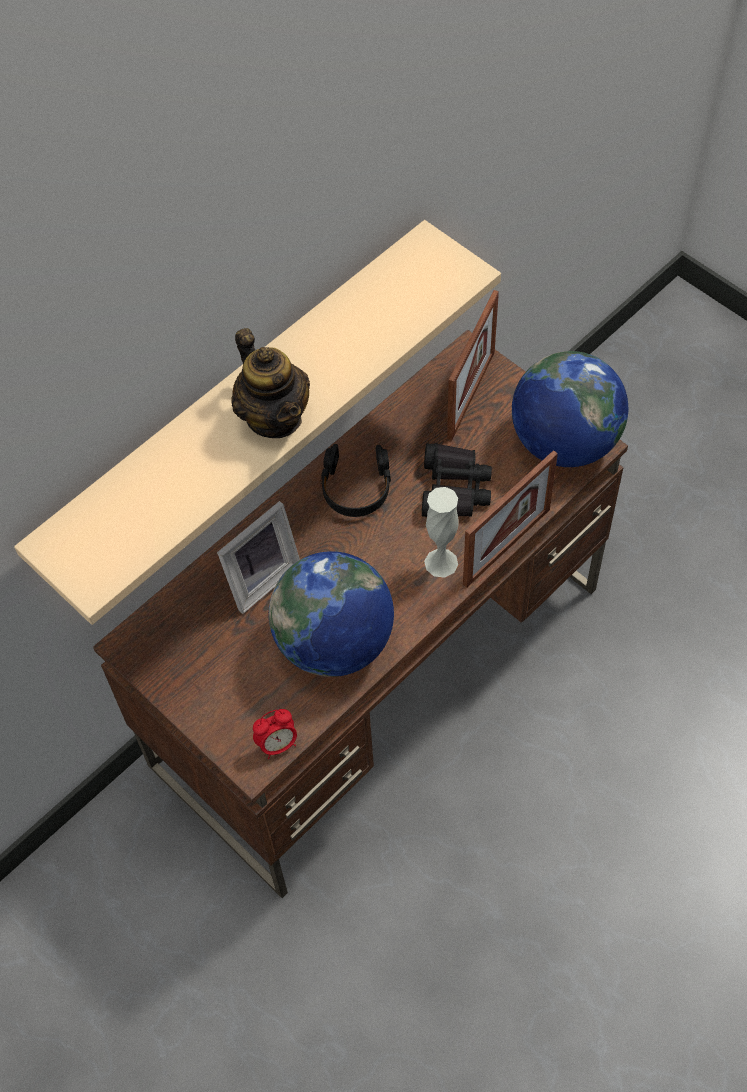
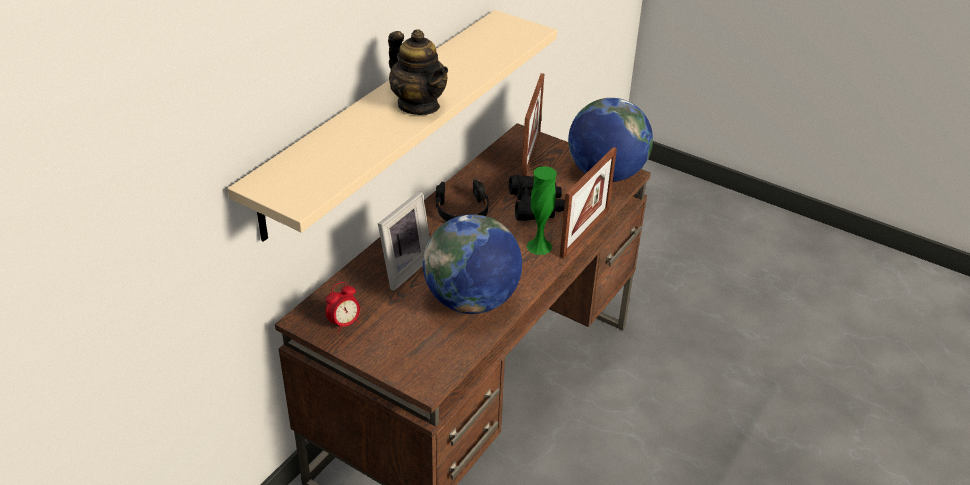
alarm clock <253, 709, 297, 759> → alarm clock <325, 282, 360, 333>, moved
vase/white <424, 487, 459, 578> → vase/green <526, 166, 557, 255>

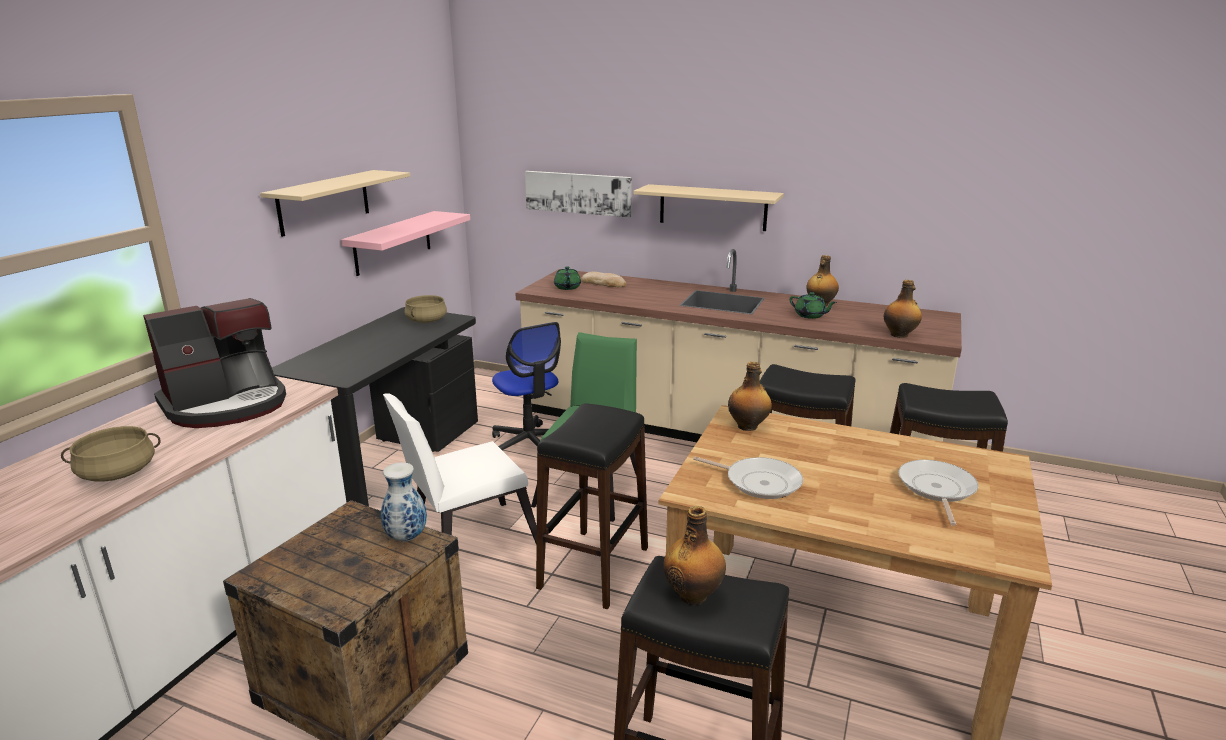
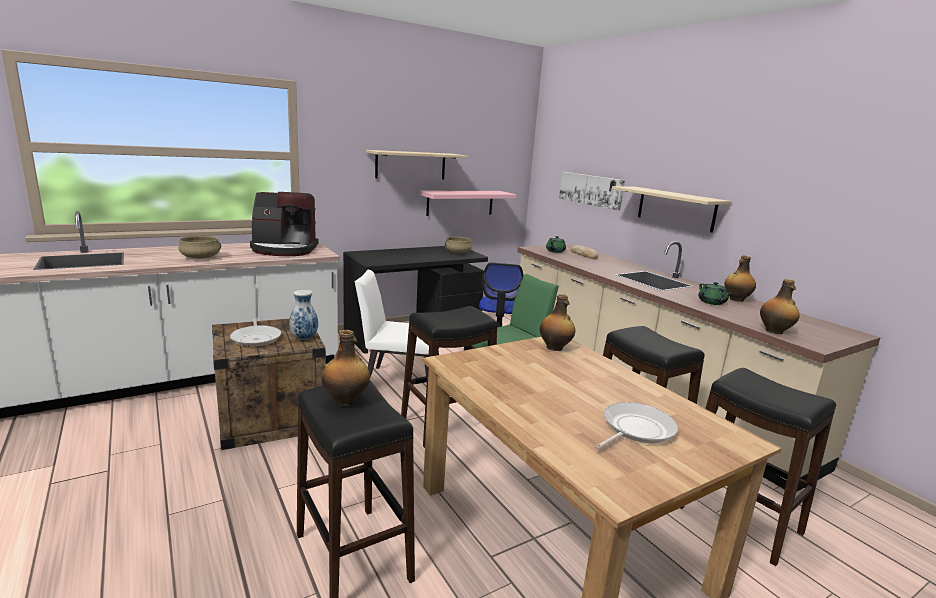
frying pan <693, 457, 803, 499> → frying pan <230, 318, 281, 347>, moved

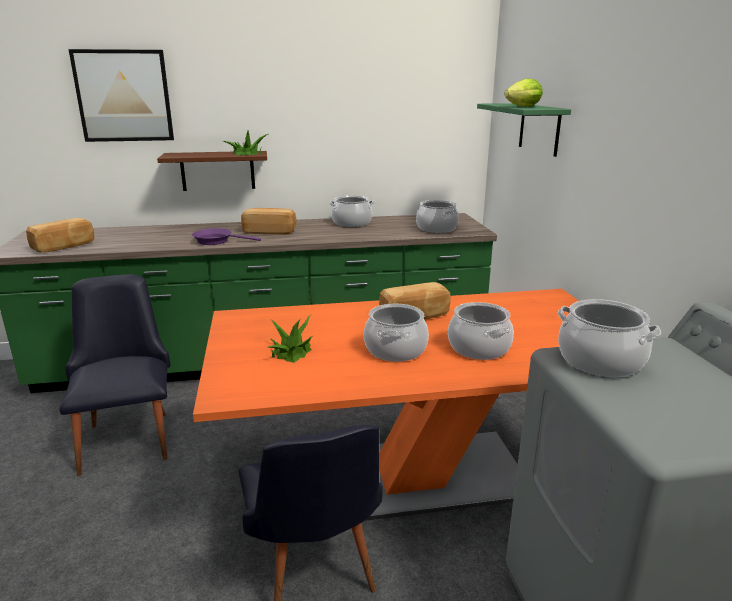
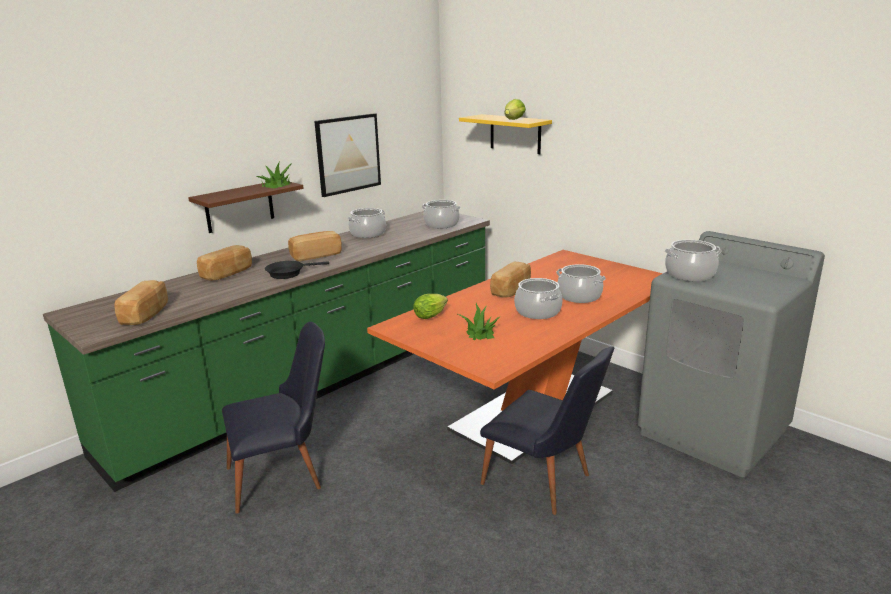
chair/black <59, 274, 171, 476> → chair/black <222, 322, 325, 514>, 120 degrees clockwise
picture <69, 49, 174, 142> → picture <314, 113, 381, 197>, moved
frying pan/purple <192, 228, 261, 245> → frying pan/black <265, 261, 329, 279>
shelf/green <477, 103, 571, 157> → shelf/yellow <459, 114, 552, 154>
- → bread <197, 245, 252, 281>
- → lettuce <413, 294, 448, 319>

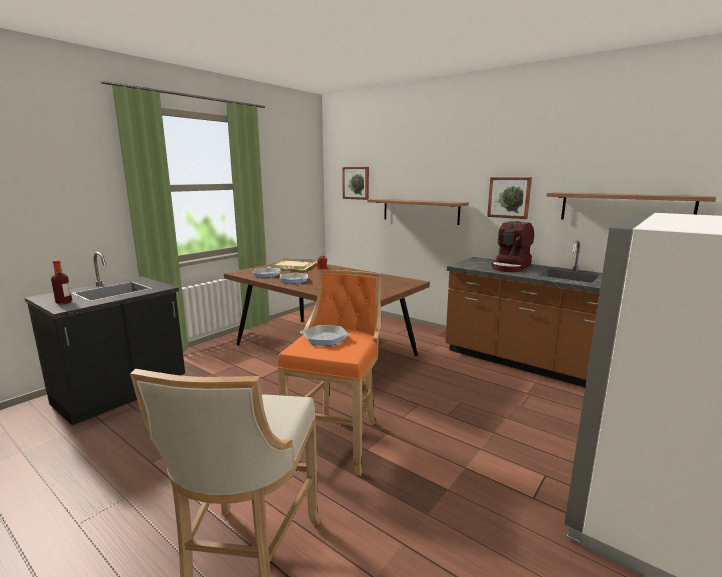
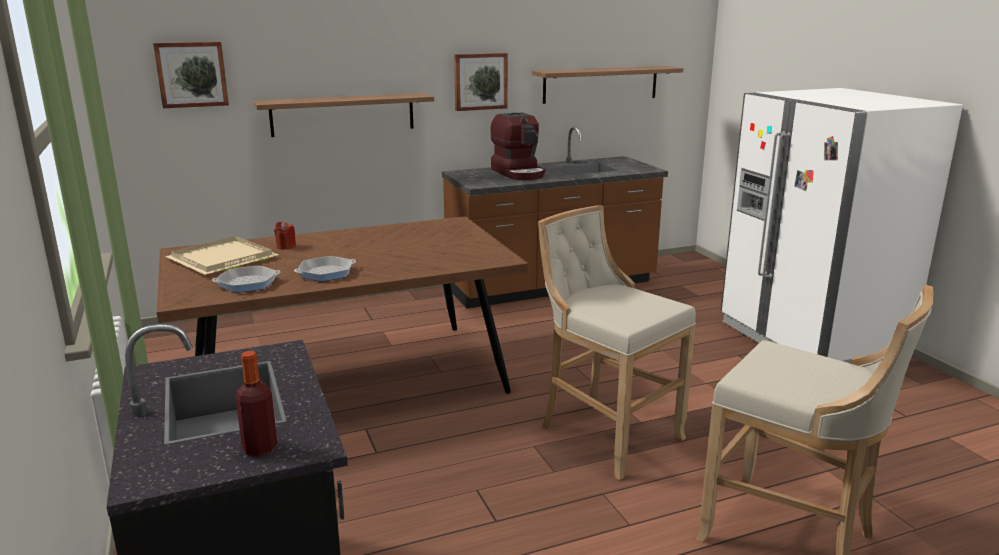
stool/orange <277, 270, 381, 476> → stool/beige <538, 205, 696, 480>
frying pan <301, 325, 350, 346> → -

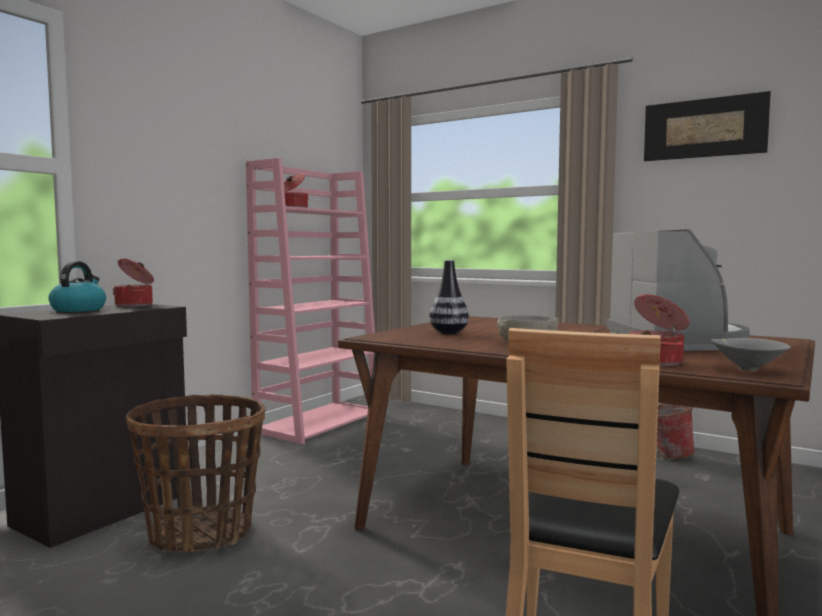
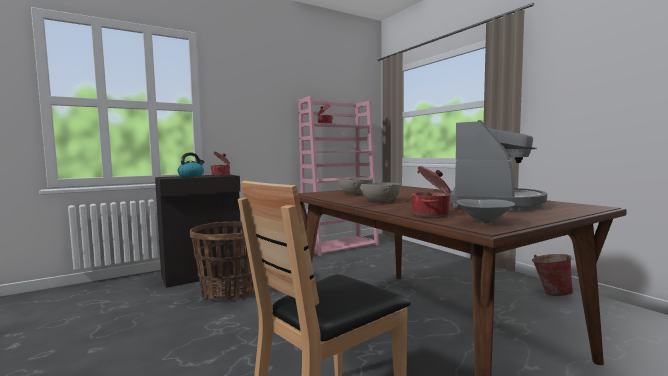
vase <429, 260, 469, 335> → bowl/grey <339, 178, 373, 194>
picture <644, 91, 771, 161> → -

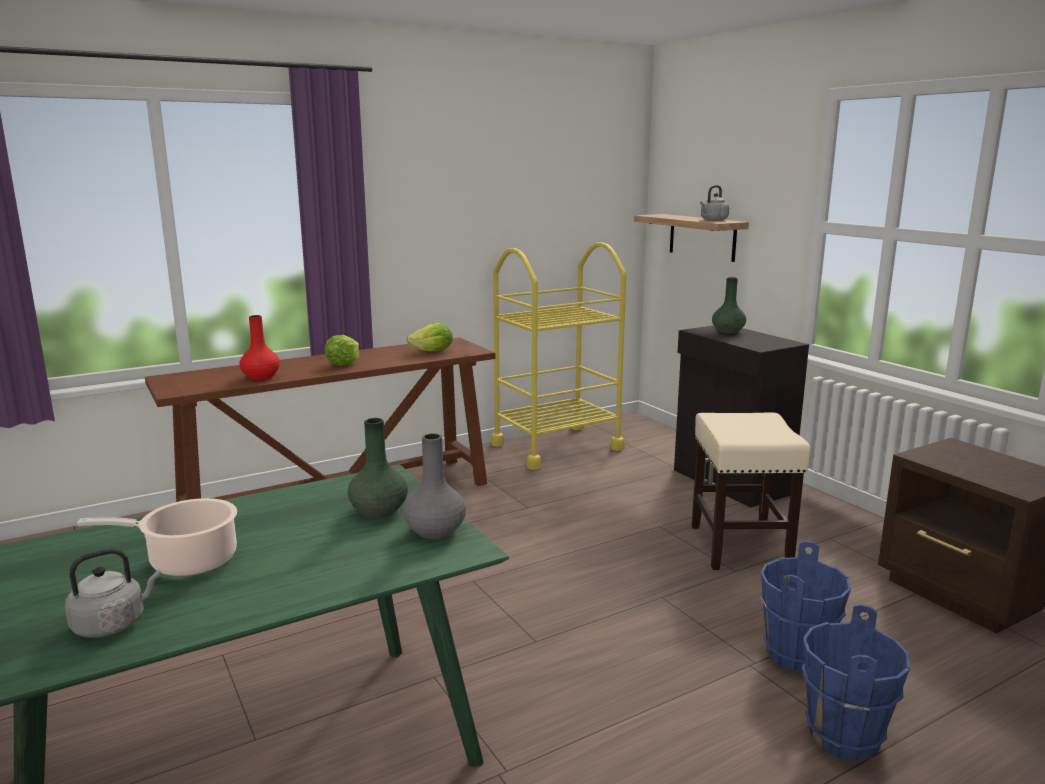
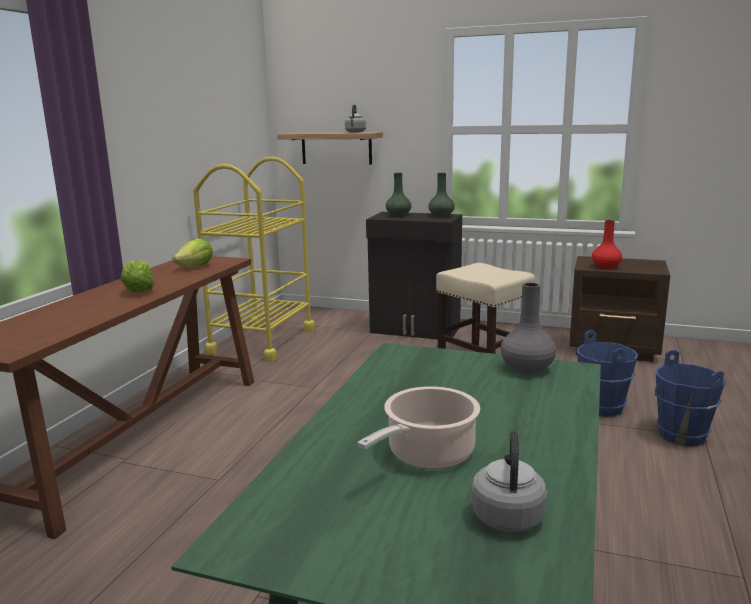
vase/red <240, 315, 280, 380> → vase/red <592, 220, 622, 269>, moved
vase/green <348, 418, 408, 518> → vase/green <428, 173, 455, 217>, moved

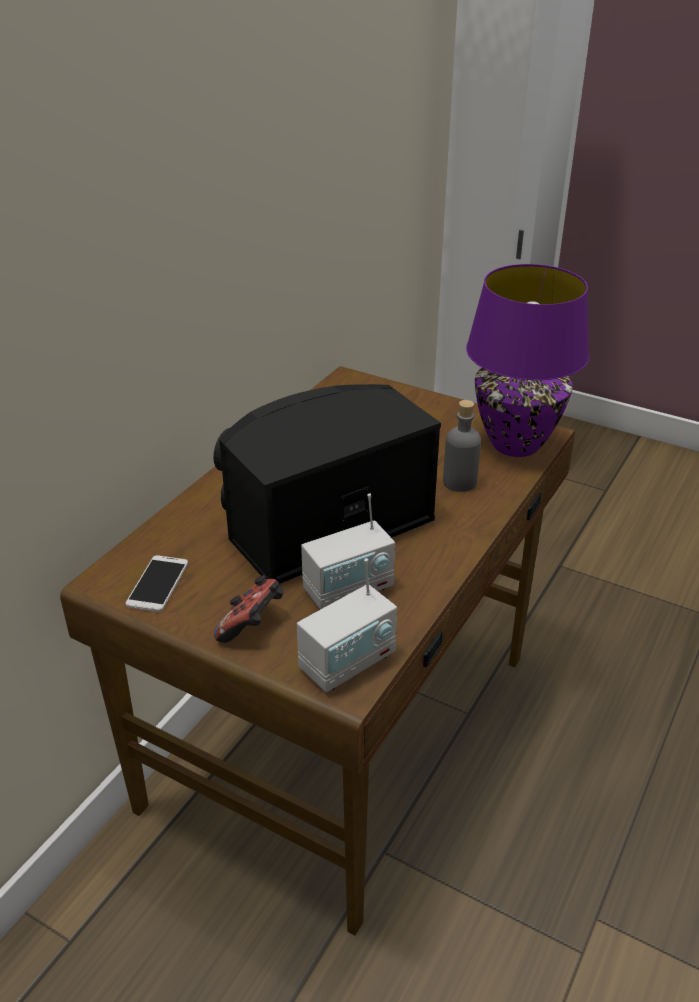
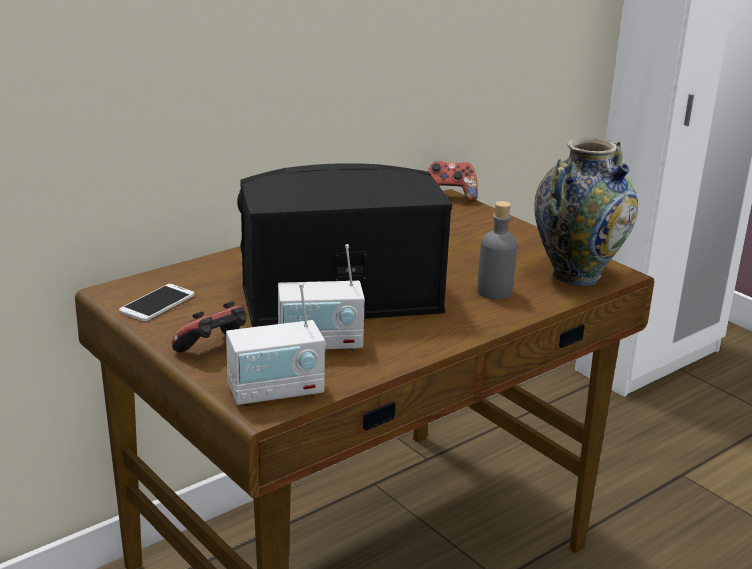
table lamp/purple <466, 264, 590, 457> → vase <534, 138, 638, 286>
- → game controller <427, 161, 478, 202>

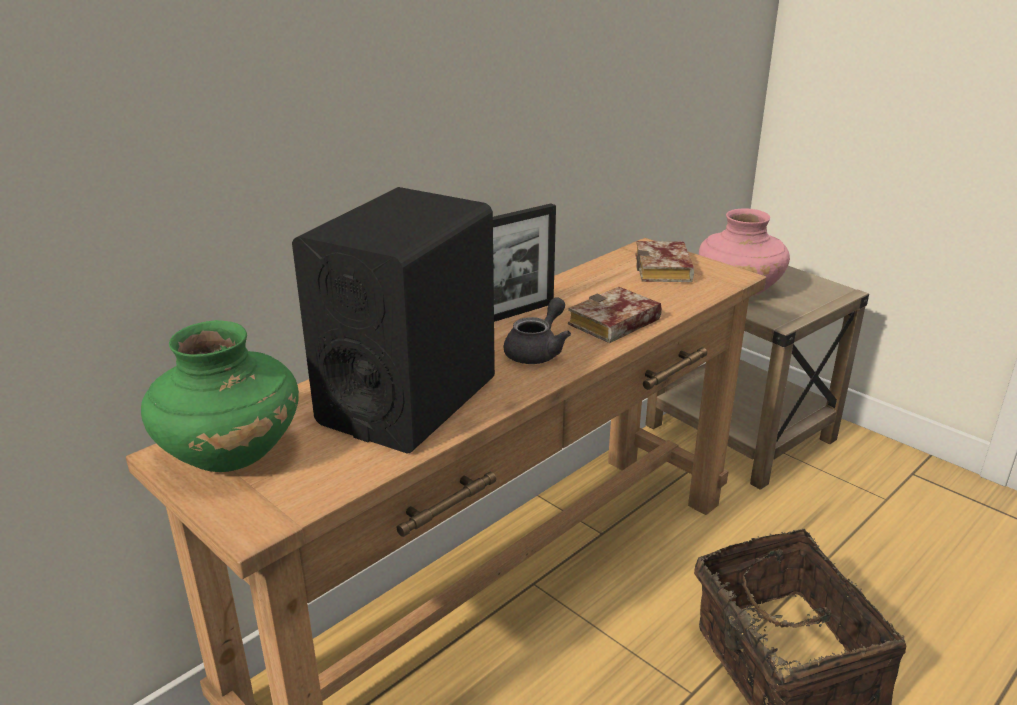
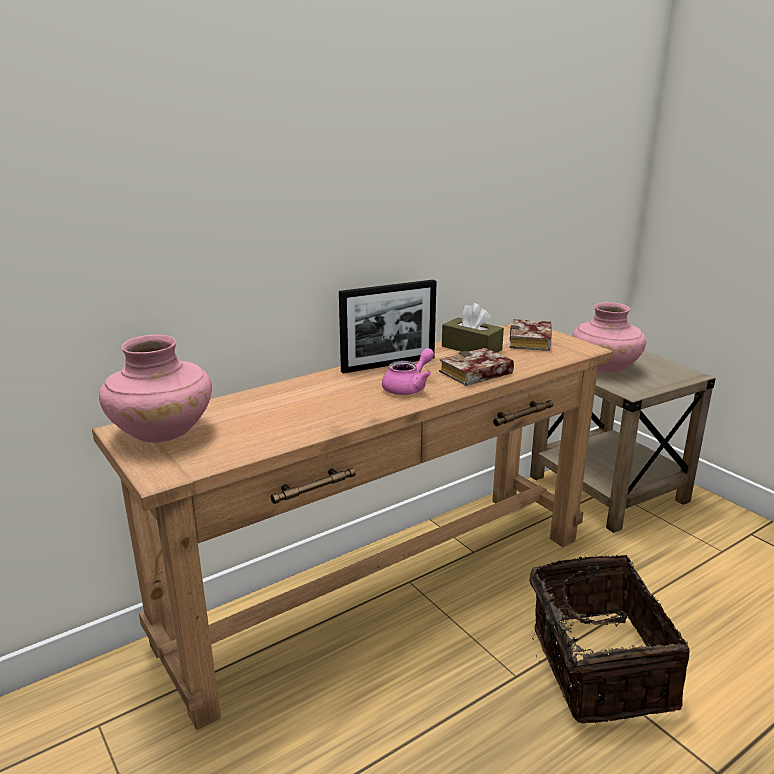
vase/green <141, 320, 299, 472> → vase/pink <99, 334, 212, 443>
speaker/black <292, 187, 495, 454> → -
teapot/grey <503, 297, 571, 364> → teapot/pink <382, 348, 434, 395>
- → tissue box/brown <442, 303, 504, 353>

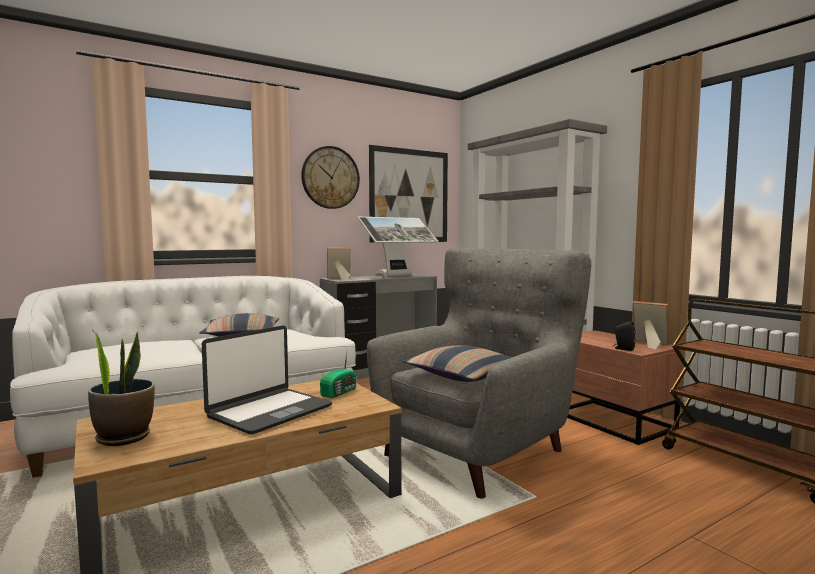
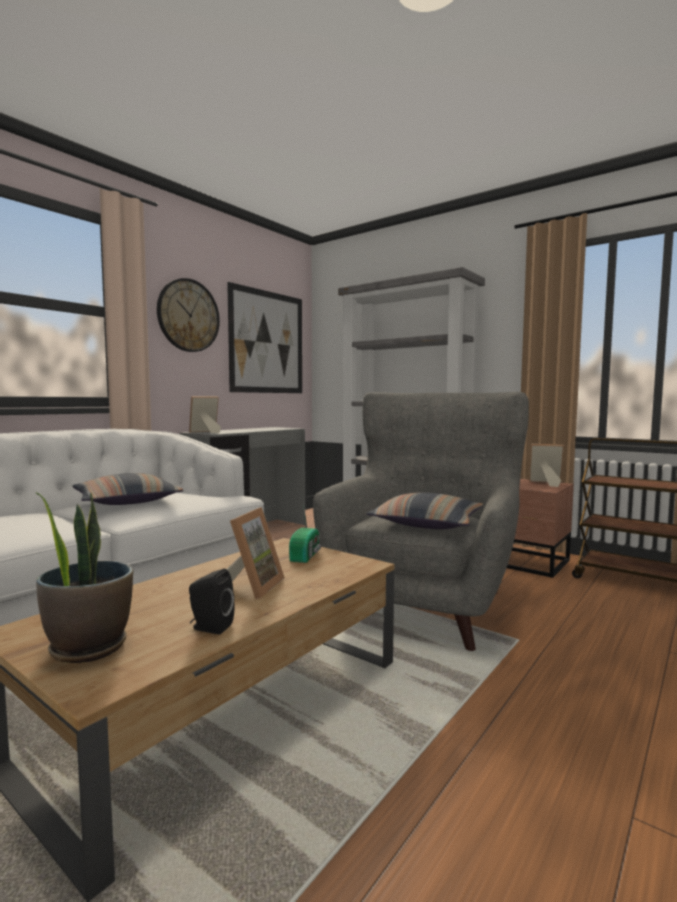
laptop <202, 326, 332, 434> → picture frame <227, 507, 285, 599>
monitor <358, 217, 438, 277> → -
speaker/black <613, 321, 636, 351> → speaker/black <189, 569, 235, 635>, moved

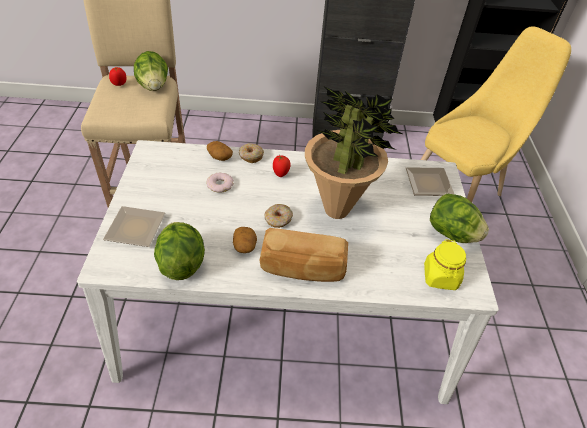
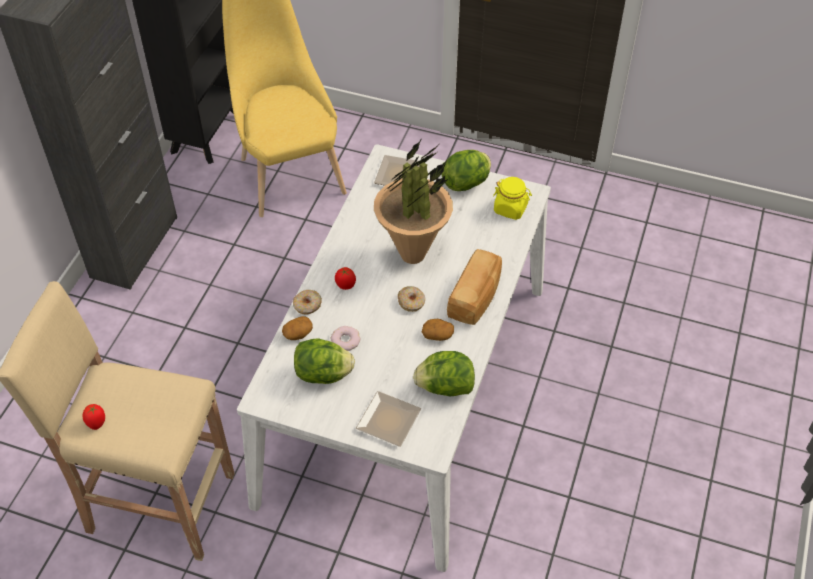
lettuce <134, 51, 168, 91> → lettuce <294, 338, 355, 384>, moved

